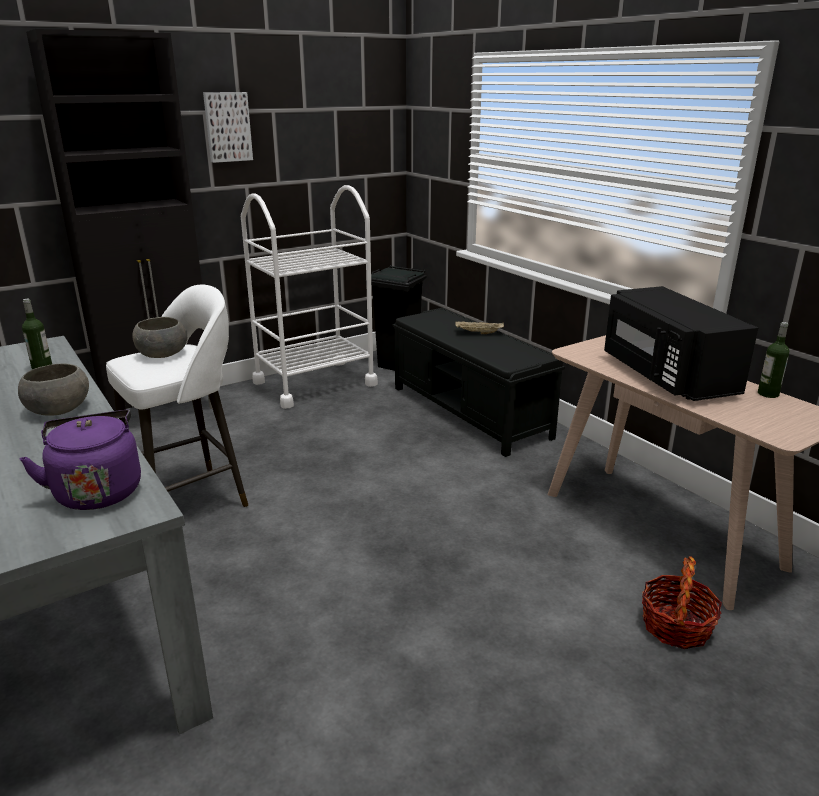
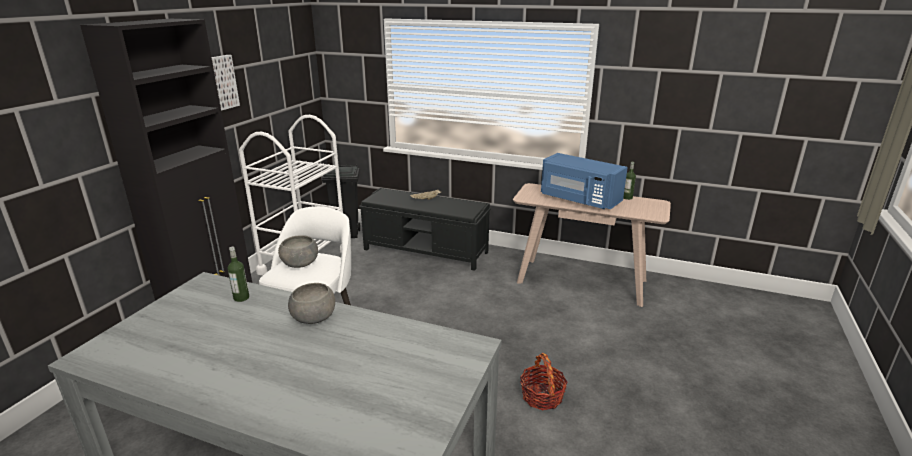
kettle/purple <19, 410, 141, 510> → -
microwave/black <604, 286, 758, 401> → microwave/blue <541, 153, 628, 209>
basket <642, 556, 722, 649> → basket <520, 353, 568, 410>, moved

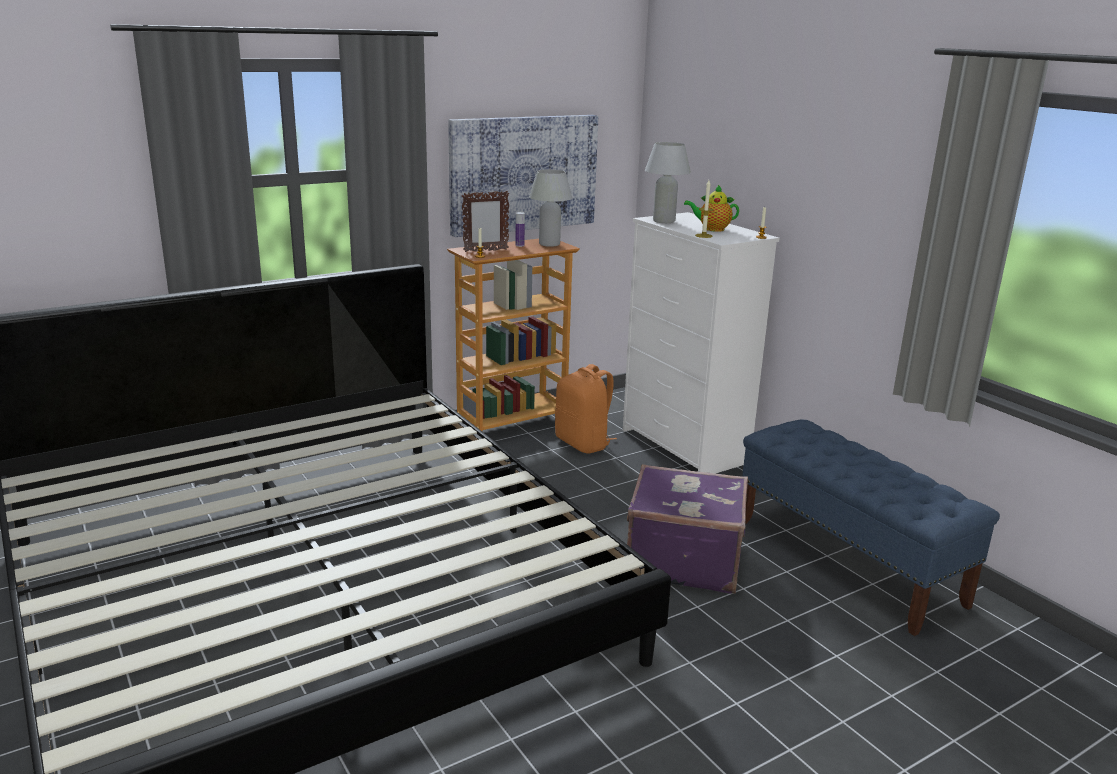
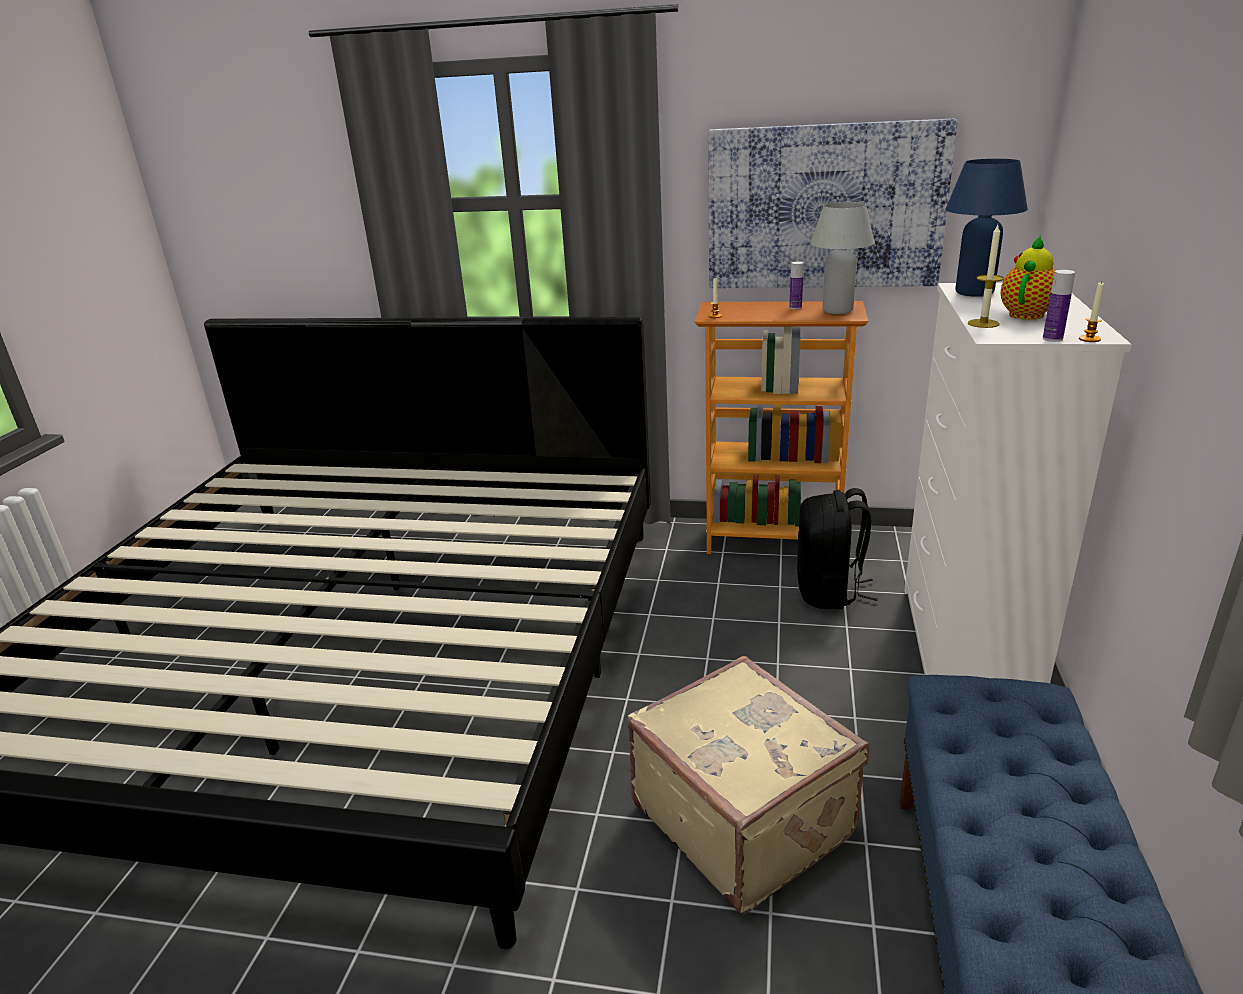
picture frame <462, 190, 509, 252> → -
backpack/orange <555, 364, 617, 453> → backpack/black <797, 488, 878, 609>
suitcase/purple <627, 464, 748, 594> → suitcase/beige <627, 656, 869, 914>
table lamp/white <645, 142, 691, 223> → table lamp/blue <945, 159, 1028, 297>
teapot <684, 185, 739, 232> → teapot <1001, 235, 1056, 320>, 75 degrees clockwise
- → bottle <1043, 270, 1075, 342>

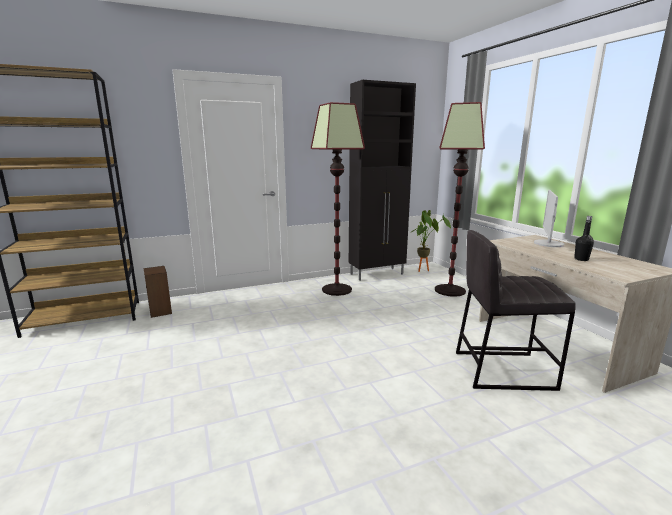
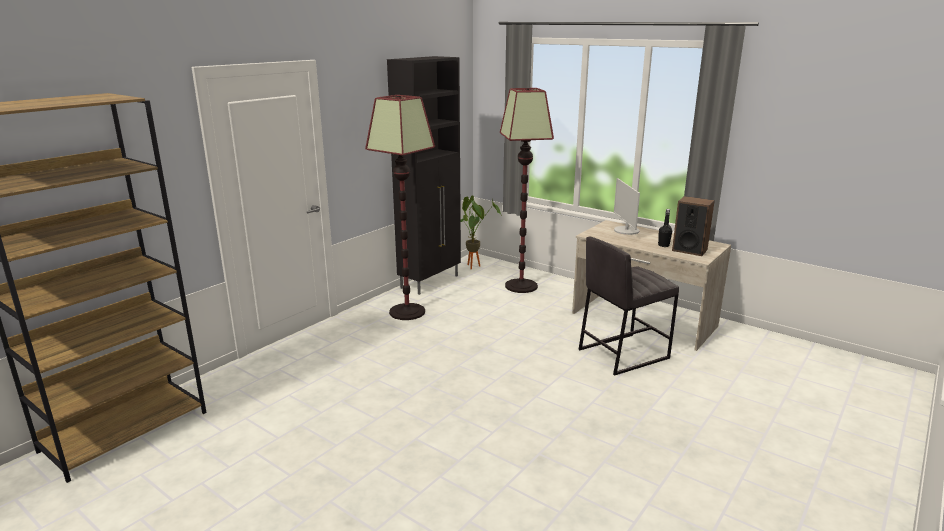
speaker <144, 266, 172, 318> → speaker <672, 196, 715, 256>, moved

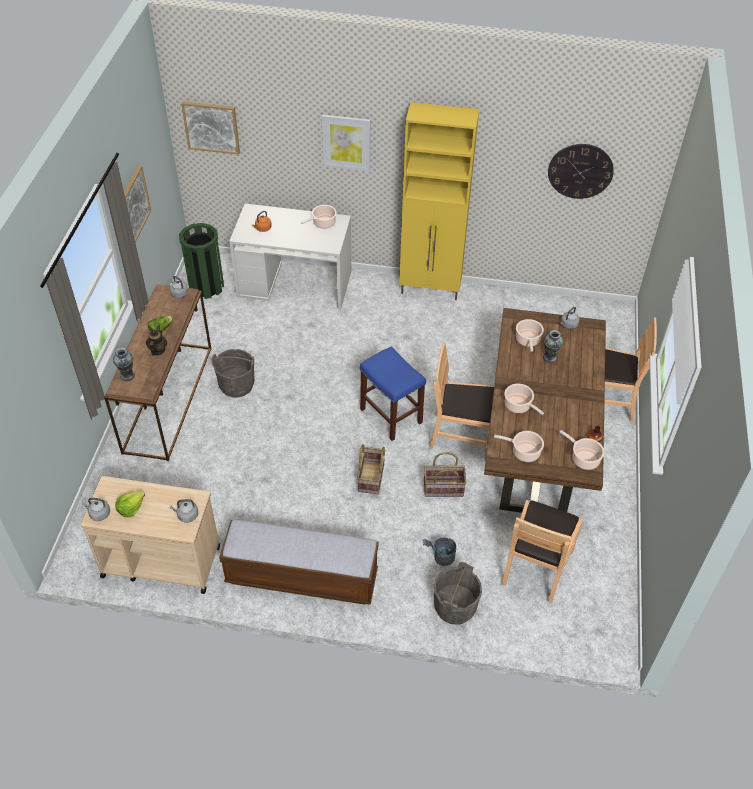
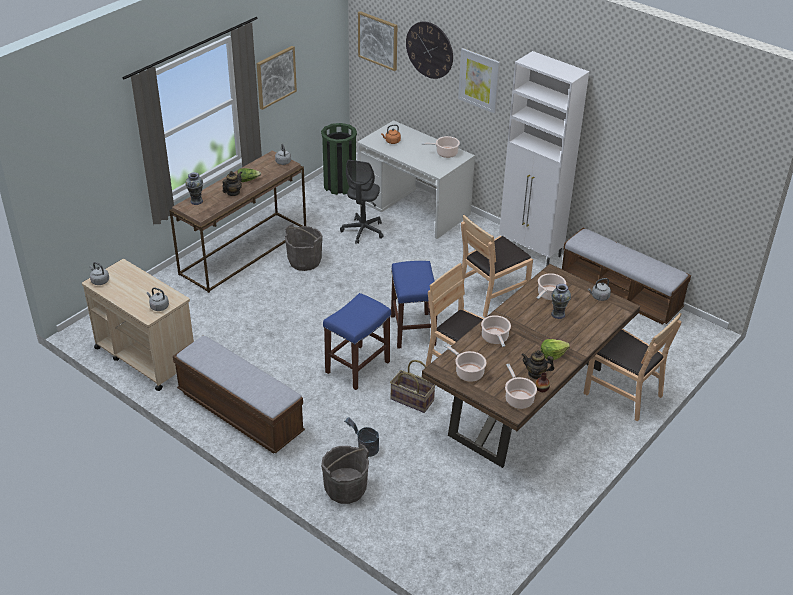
lettuce <115, 491, 145, 517> → lettuce <541, 339, 570, 360>, moved
basket <357, 444, 385, 494> → stool/blue <323, 293, 391, 390>
cabinet/yellow <399, 102, 479, 300> → cabinet/white <499, 51, 589, 266>
chair/brown <502, 500, 583, 603> → chair/brown <461, 215, 533, 317>, moved
wall clock <548, 144, 614, 199> → wall clock <406, 21, 453, 79>, moved
- → office chair/grey <340, 160, 383, 244>
- → teapot <521, 350, 554, 379>
- → bench <562, 228, 691, 325>

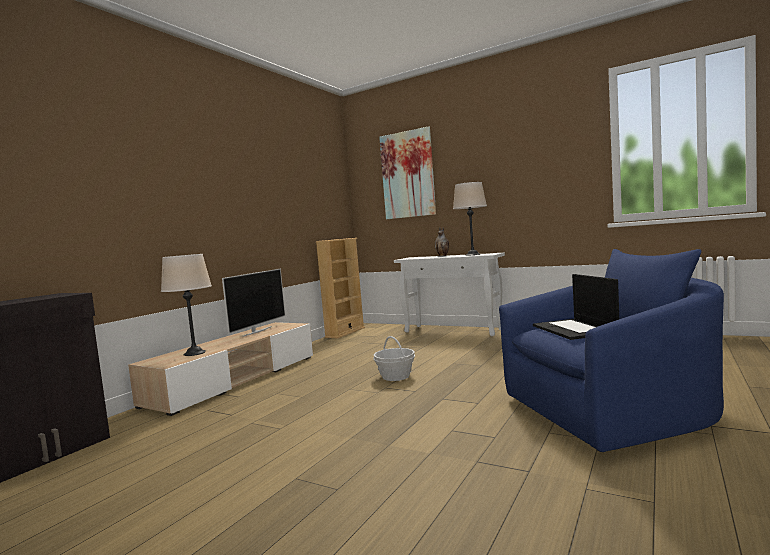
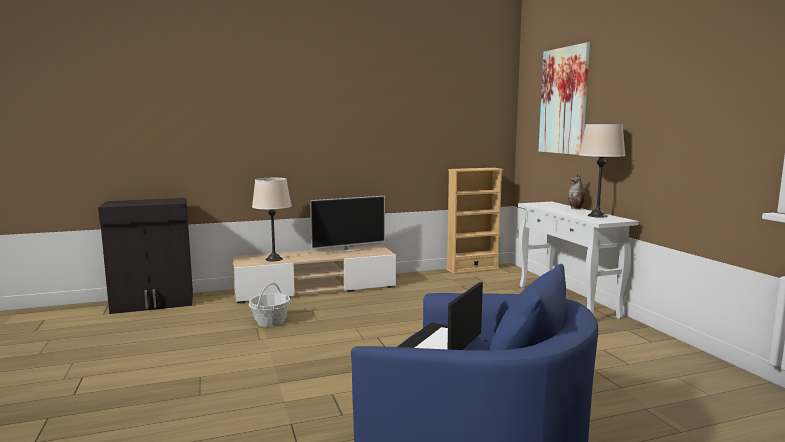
basket <373, 336, 415, 381> → basket <249, 282, 291, 327>, moved

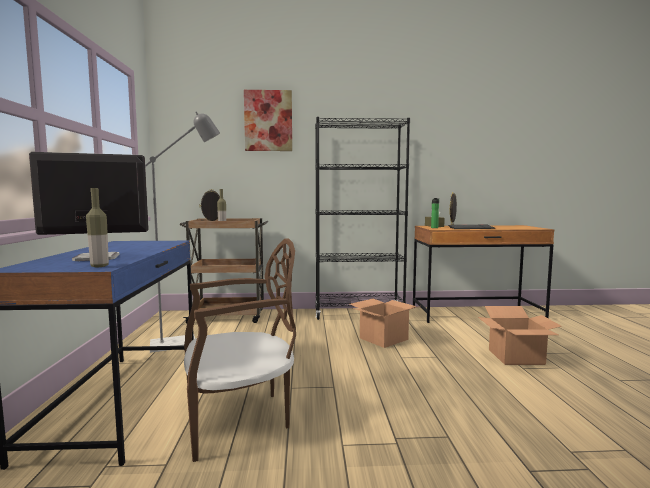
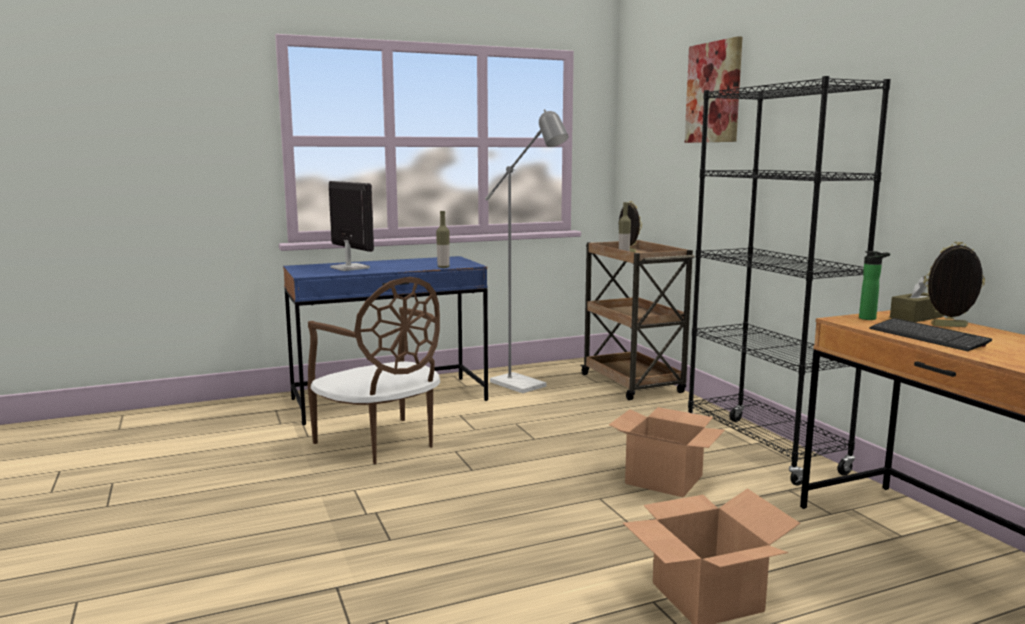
bottle <86, 188, 109, 267> → bottle <436, 211, 450, 268>, moved

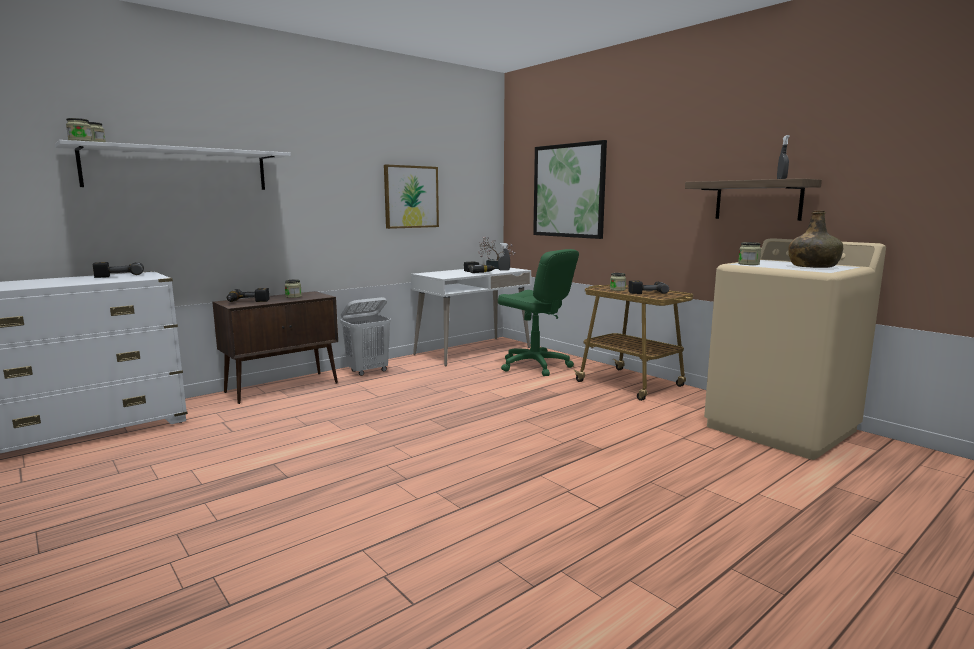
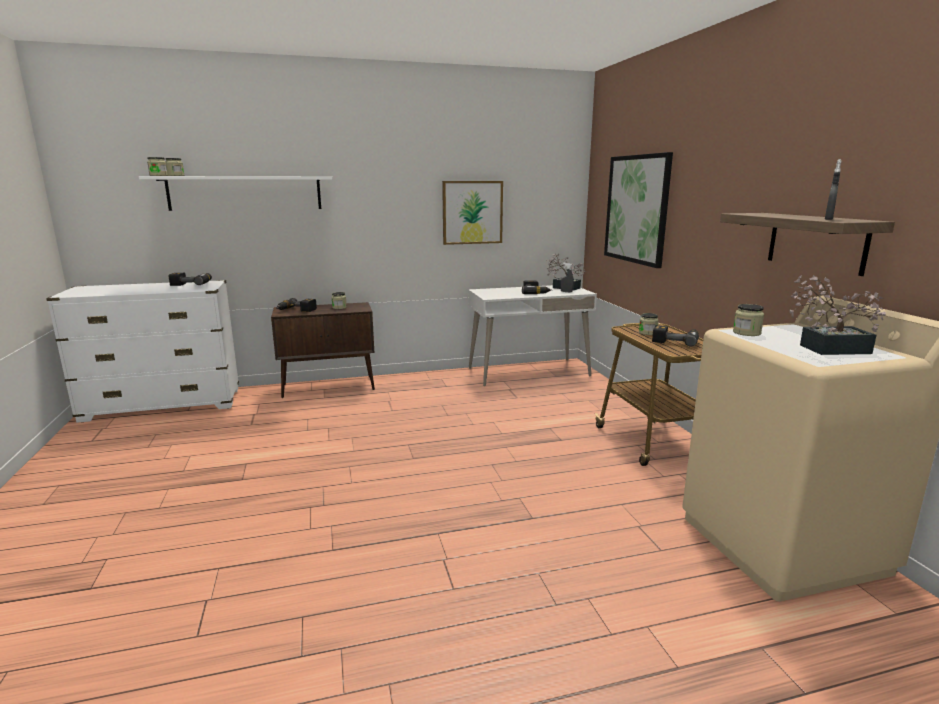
laundry basket/white <340, 297, 391, 376> → -
office chair/green <498, 249, 579, 376> → -
bottle/green <788, 210, 843, 268> → potted plant <790, 275, 886, 355>

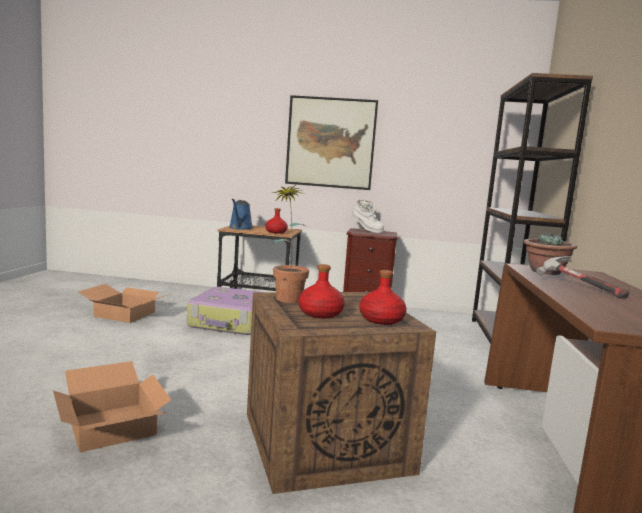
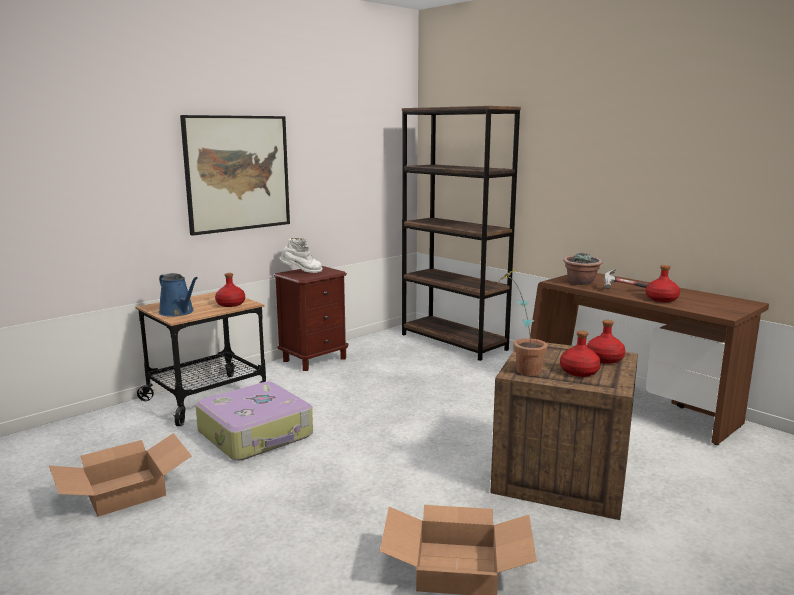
- → bottle/red <646, 265, 680, 302>

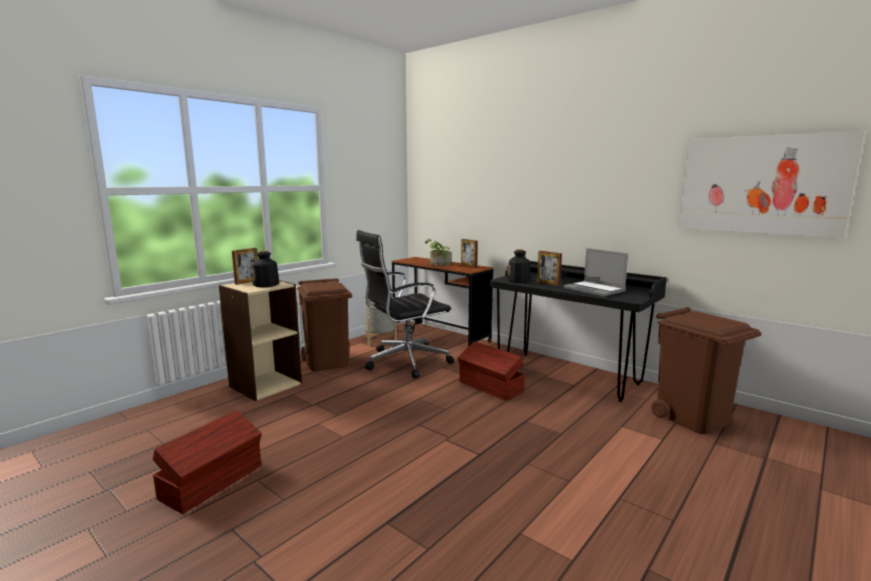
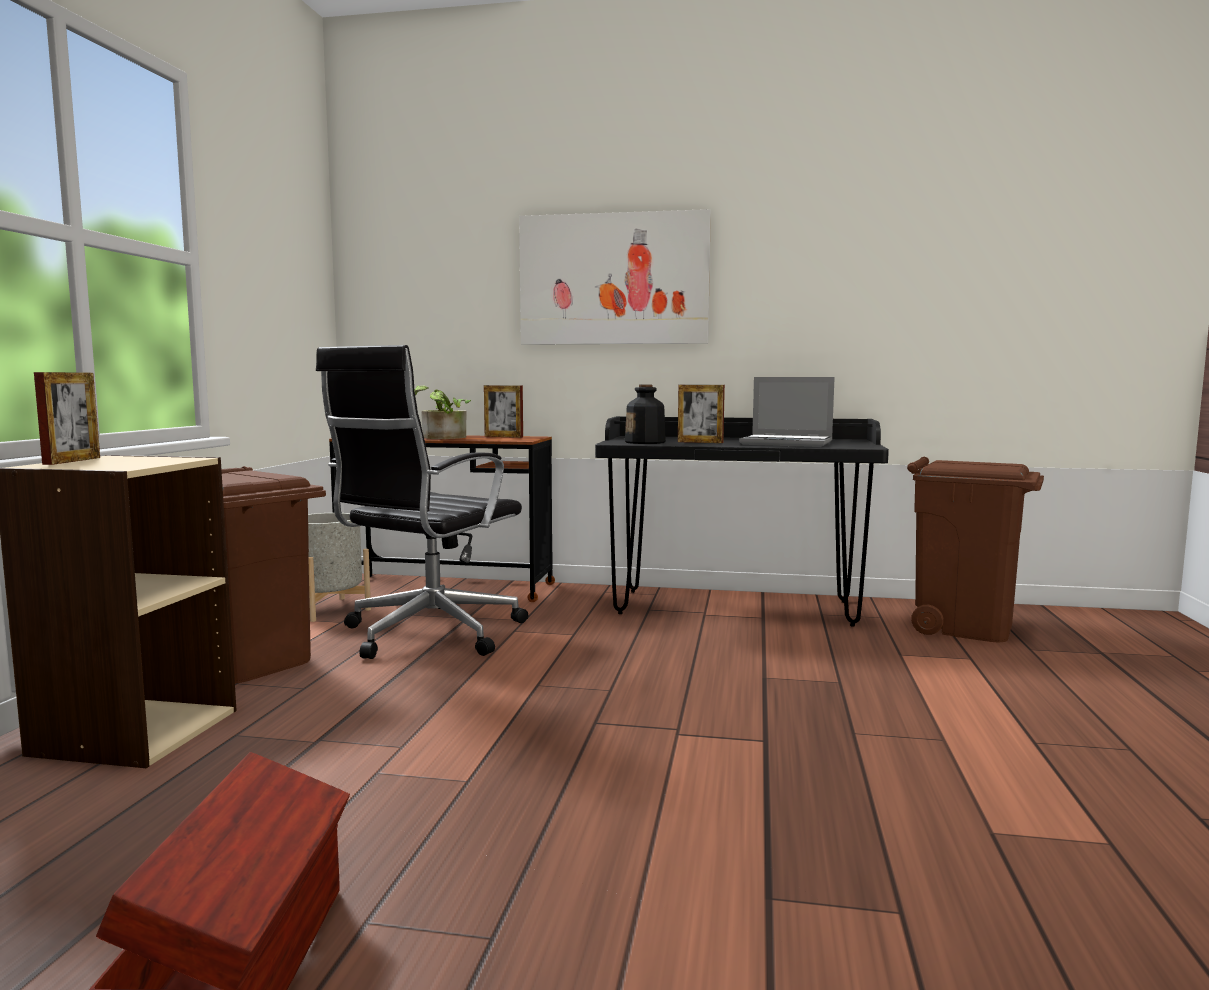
bottle <252, 251, 279, 287> → -
storage box/brown <457, 341, 525, 401> → -
picture <679, 131, 864, 238> → picture <519, 209, 711, 345>, moved

